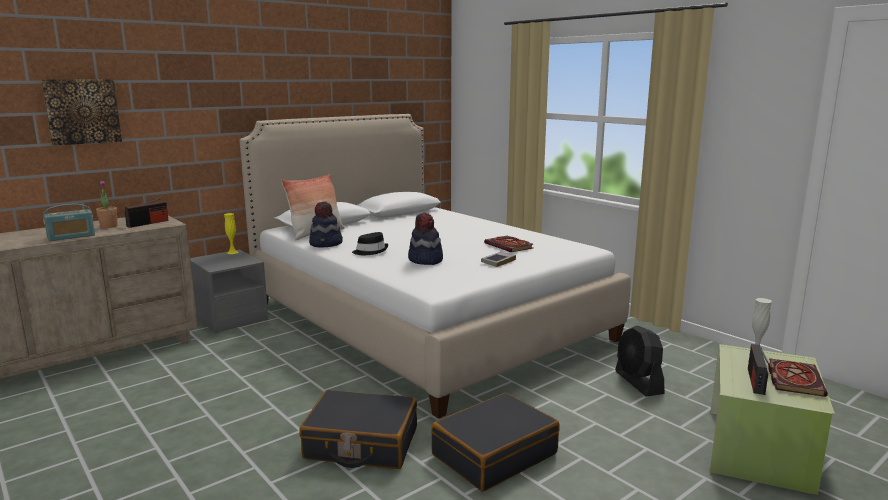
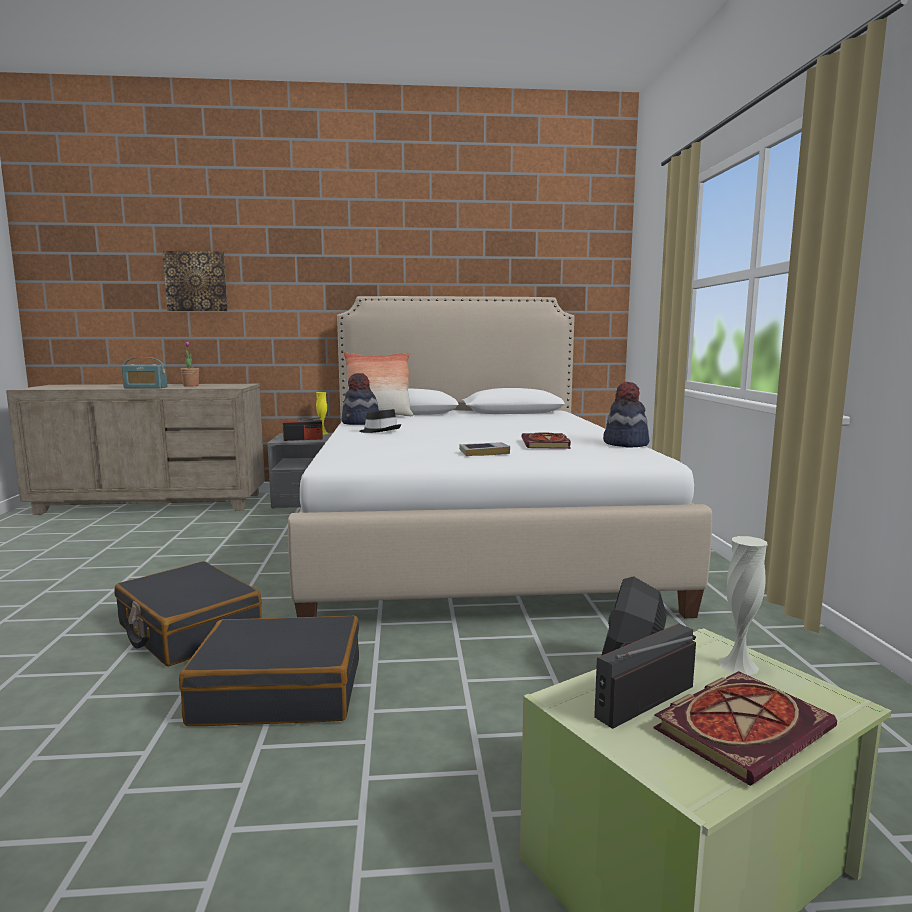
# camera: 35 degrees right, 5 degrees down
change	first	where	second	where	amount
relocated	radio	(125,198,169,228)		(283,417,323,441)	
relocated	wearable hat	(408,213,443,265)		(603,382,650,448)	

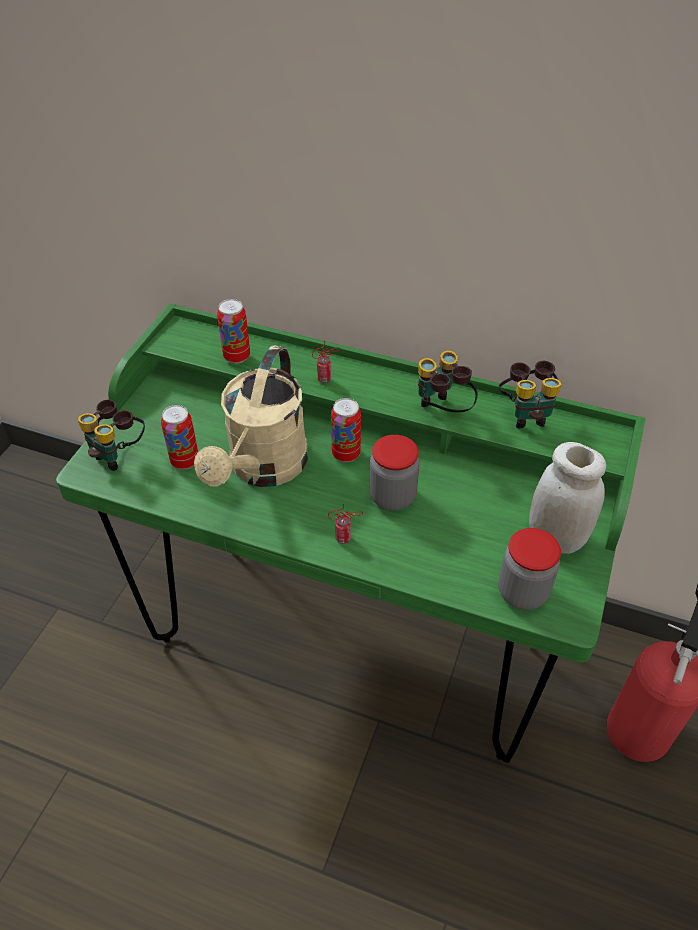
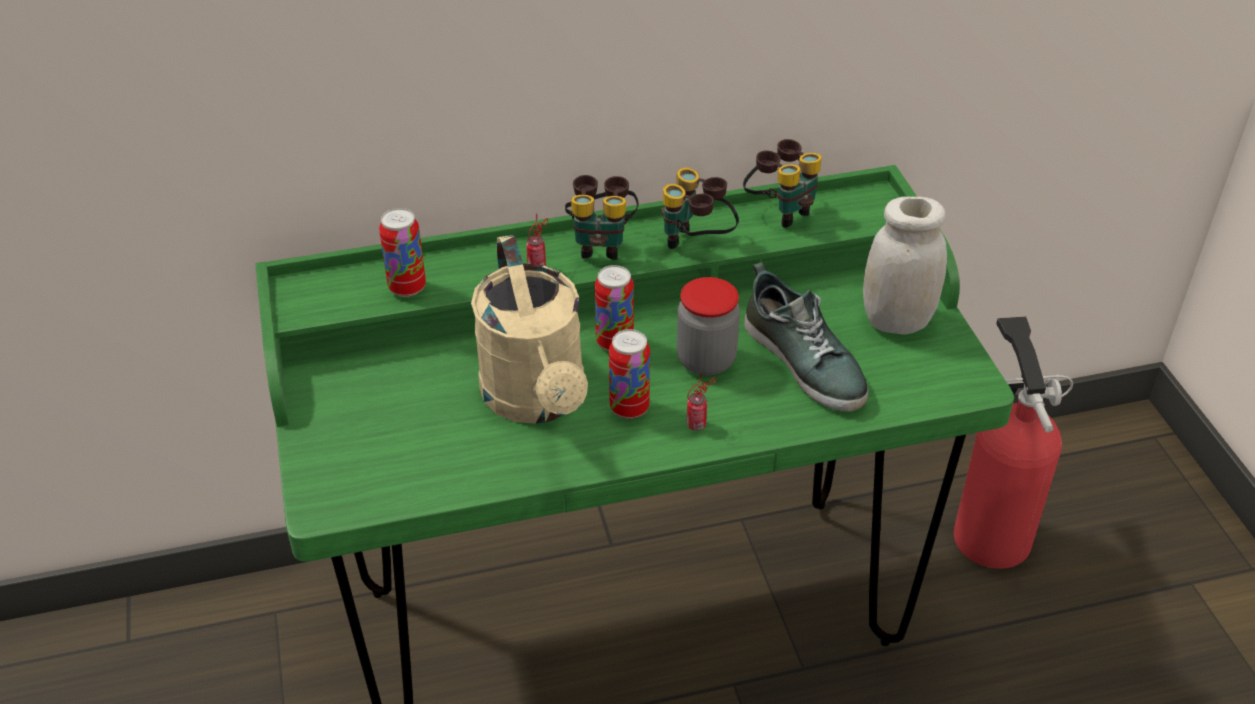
# camera: 35 degrees left, 5 degrees down
change	first	where	second	where	amount
relocated	pair of binoculars	(78,399,145,471)		(565,175,639,260)	
relocated	metal can	(161,405,198,469)		(609,329,650,419)	
missing	jar	(498,528,561,610)			
appeared			item of footwear	(744,263,868,412)	

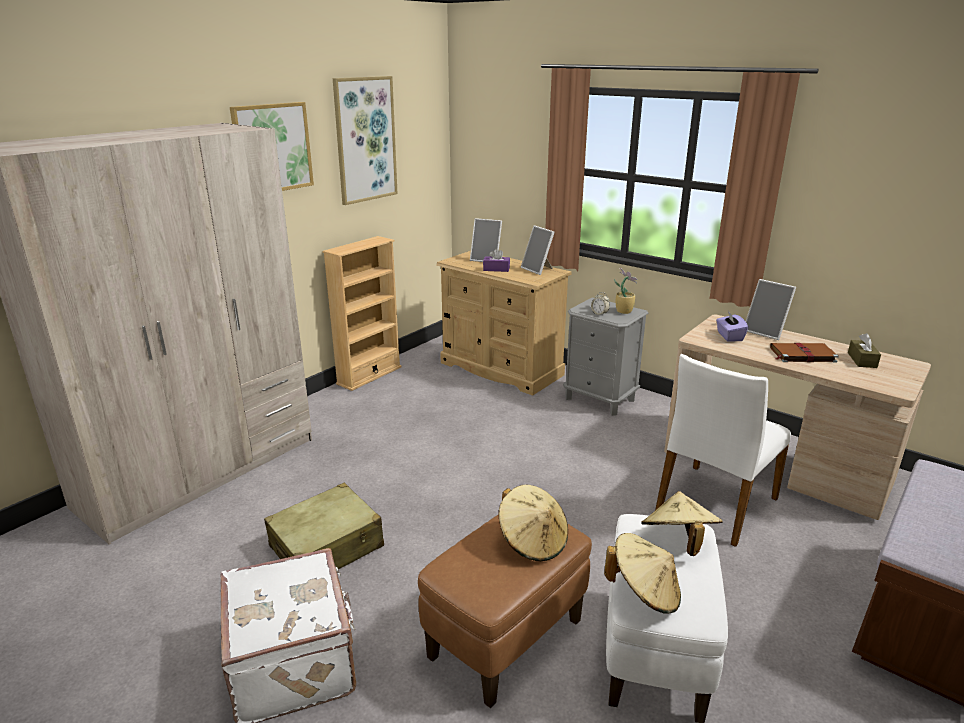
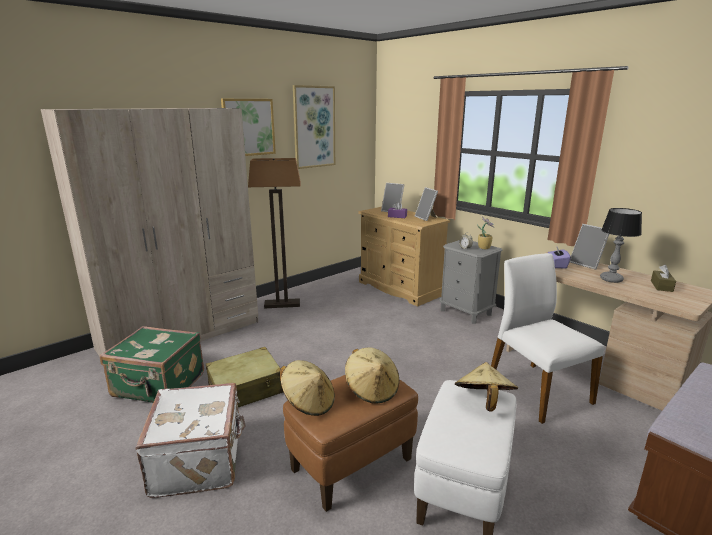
# camera: 10 degrees right, 5 degrees down
change	first	where	second	where	amount
missing	beige-coloured bookcase	(323,236,402,391)			
relocated	beige-coloured wearable hat	(604,533,681,613)		(280,360,335,416)	
spun	whitish chair	(655,354,791,547)		(491,253,605,424)	105 degrees clockwise
exchanged	brown-coloured book	(770,343,839,362)	tabletop lamp	(600,208,642,283)	
appeared			green suitcase	(100,326,204,403)	
appeared			standard lamp	(248,158,301,308)	

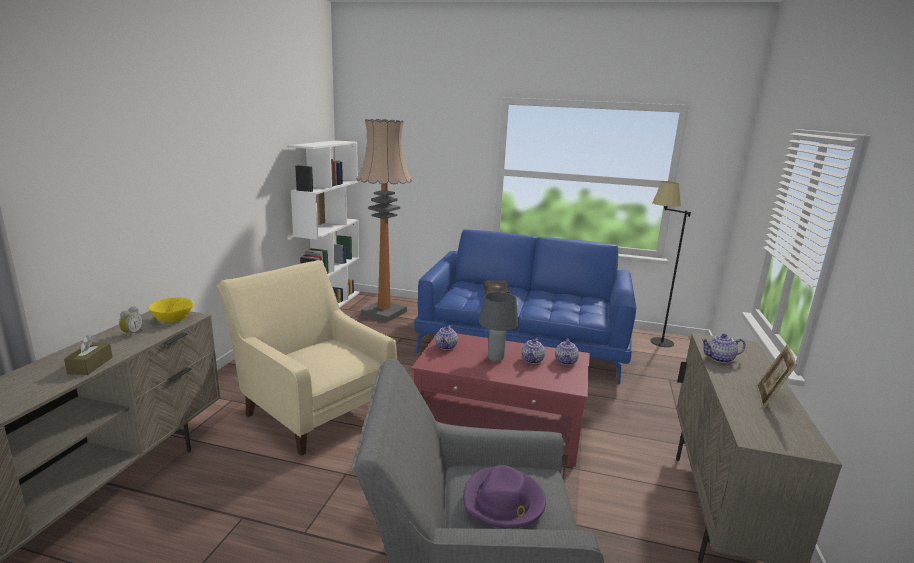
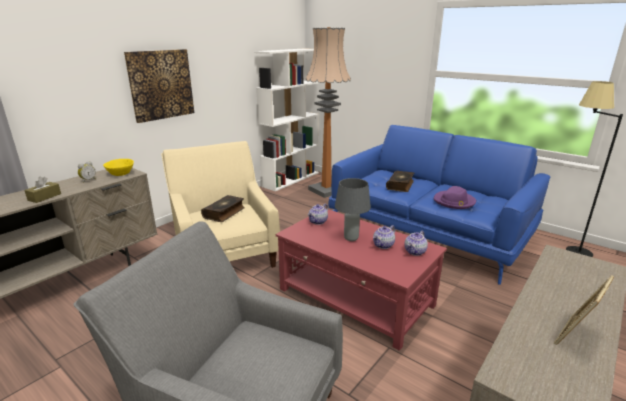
# camera: 25 degrees right, 5 degrees up
change	first	where	second	where	amount
relocated	purple wearable hat	(463,465,546,529)		(434,186,476,209)	
missing	tea pot	(701,334,746,363)			
appeared			picture	(124,49,194,123)	
appeared			book	(201,195,245,222)	

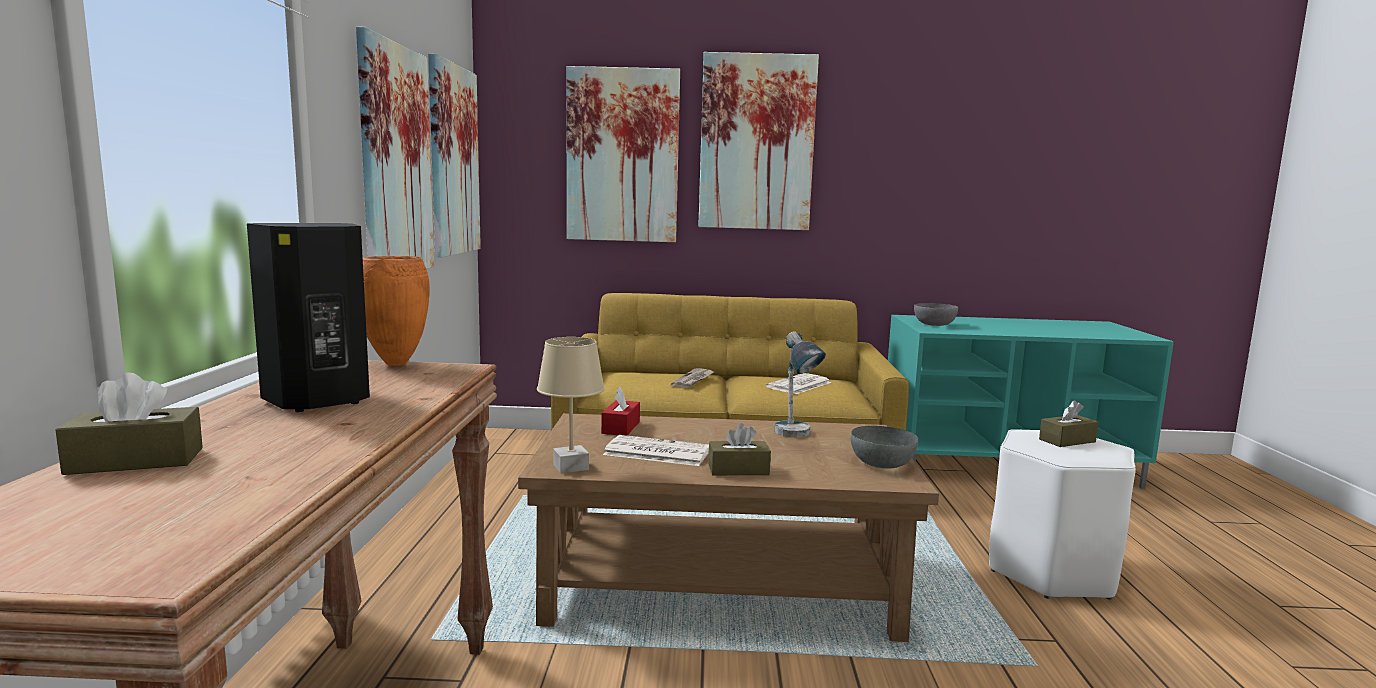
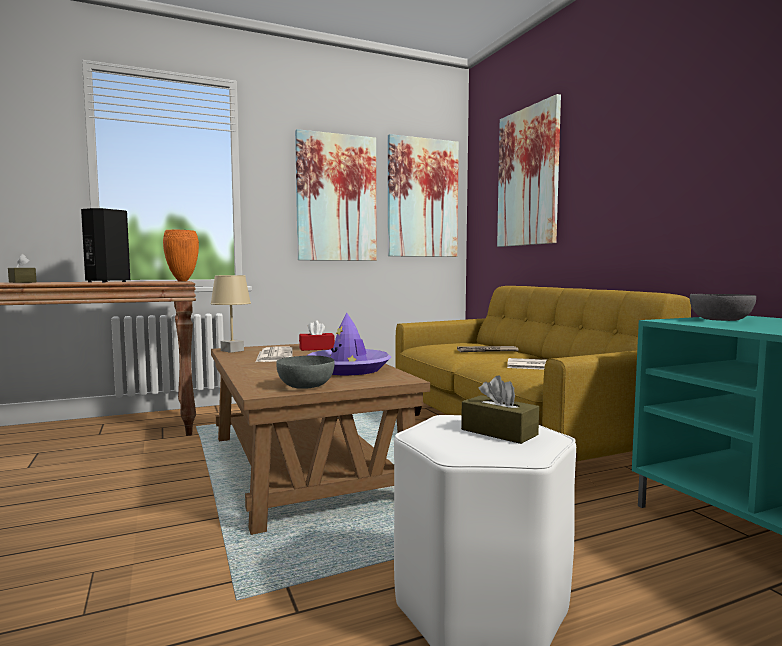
# camera: 65 degrees right, 5 degrees down
change	first	where	second	where	amount
missing	picture	(698,52,819,230)			
missing	brown-coloured tissue holder	(708,423,771,475)			
exchanged	tabletop lamp	(774,332,826,438)	purple wearable hat	(307,312,391,375)	

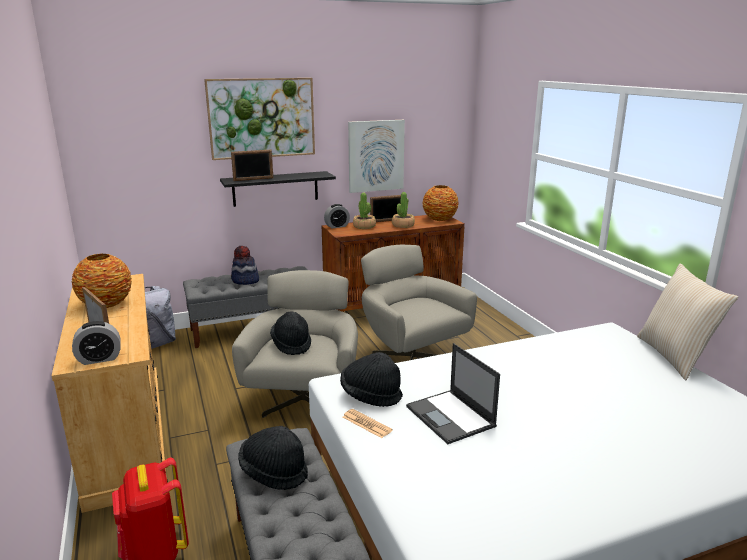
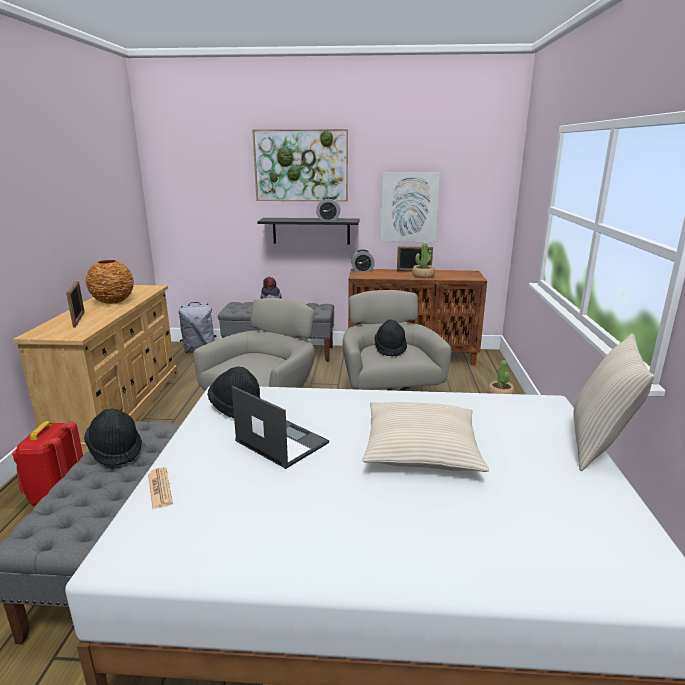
# camera: 25 degrees right, 0 degrees up
change	first	where	second	where	amount
relocated	table clock	(72,321,121,365)		(316,197,340,221)	
missing	picture frame	(231,150,273,181)			
relocated	black wearable hat	(270,311,311,355)		(374,319,407,357)	
relocated	daily paper	(343,409,393,438)		(148,467,173,510)	
relocated	potted plant	(353,193,376,229)		(488,360,514,394)	
spun	notebook computer	(406,343,500,444)		(232,386,329,469)	135 degrees clockwise
missing	decorative vase	(423,185,459,221)			
appeared			beige-coloured throw pillow	(362,402,489,472)	

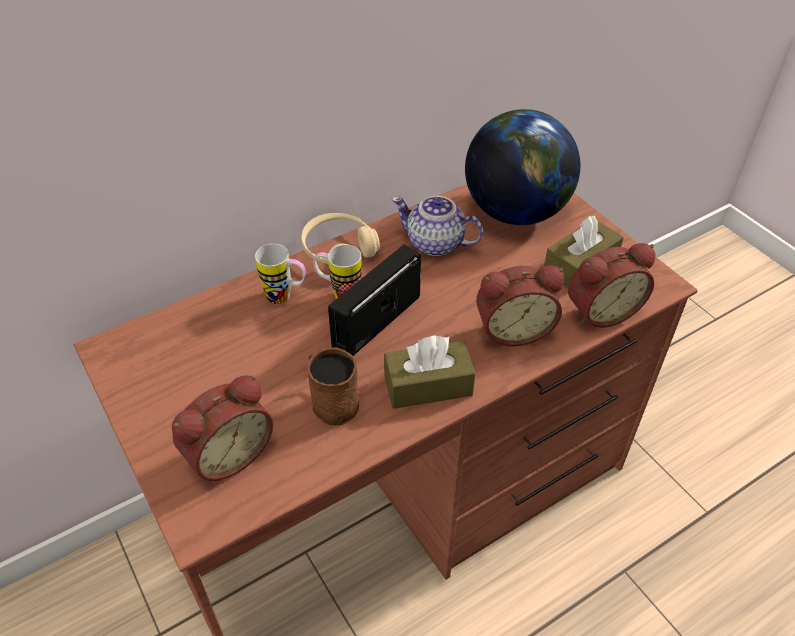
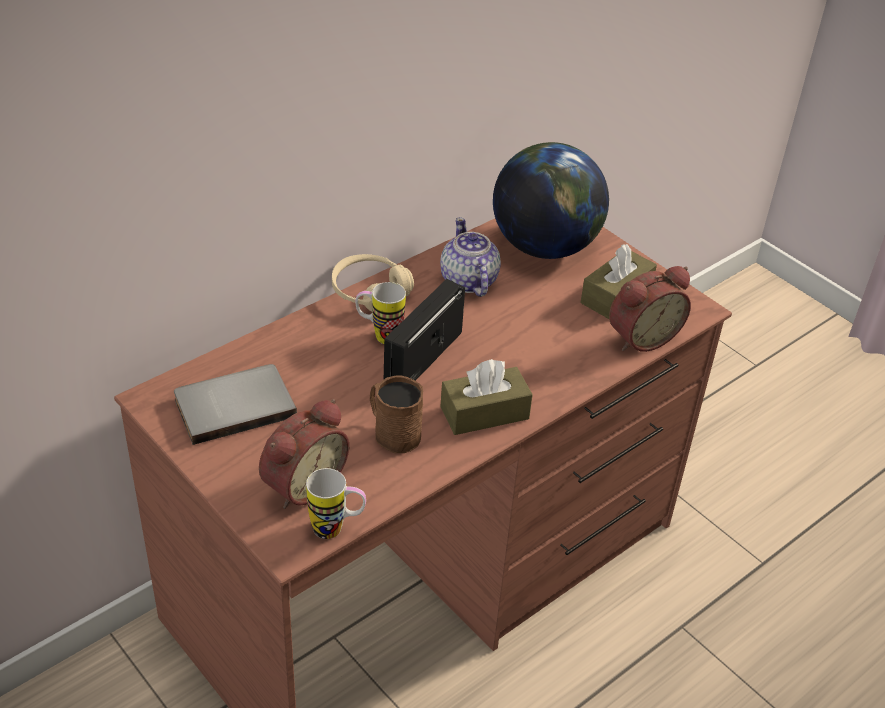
# camera: 10 degrees left, 5 degrees down
change	first	where	second	where	amount
relocated	tea mug	(255,244,306,304)		(306,468,366,539)	
spun	tea pot	(391,196,483,256)		(440,217,501,297)	60 degrees clockwise
missing	table clock	(476,265,564,346)			
appeared			gray book	(174,364,297,445)	

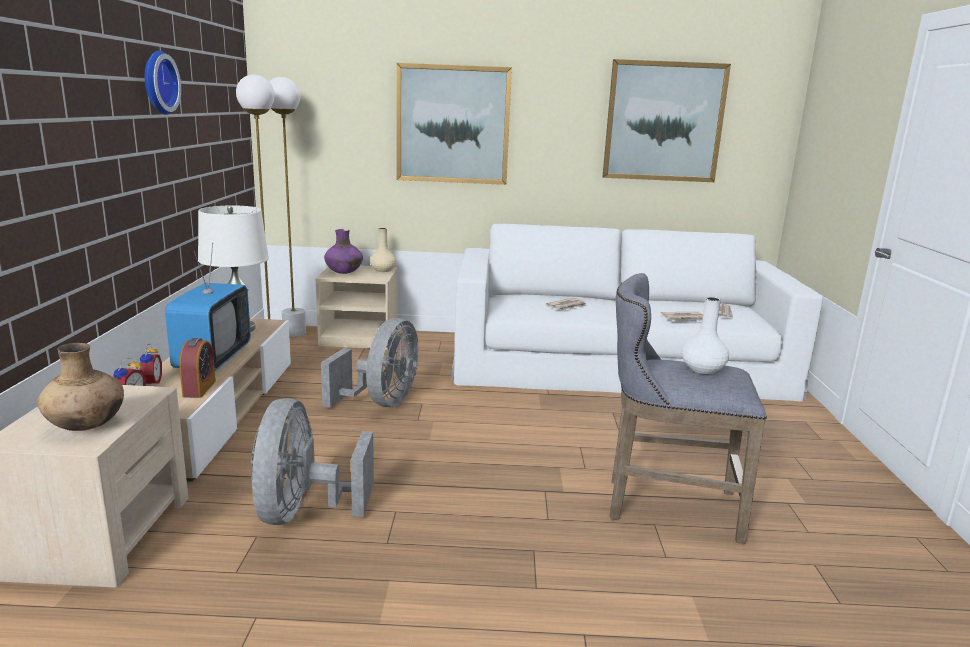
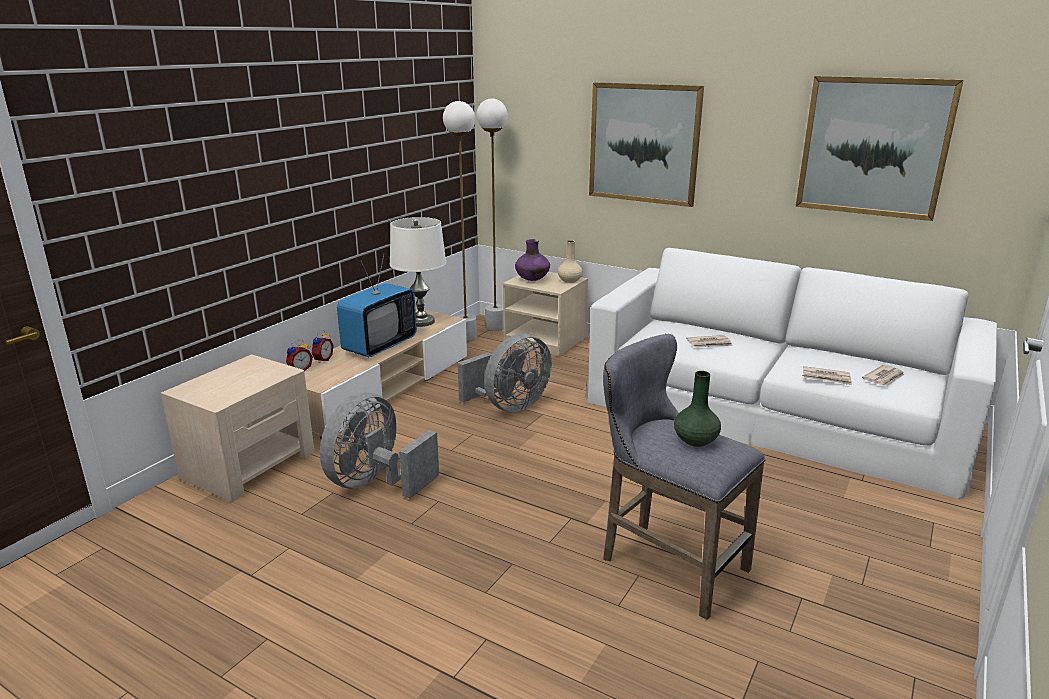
# camera: 30 degrees right, 5 degrees up
change	first	where	second	where	amount
missing	brown-coloured decorative vase	(37,343,124,431)			
missing	wall clock	(145,50,181,115)			
missing	table clock	(179,338,216,398)			
colour	whitish decorative vase	(681,297,729,374)	green decorative vase	(674,371,721,447)	

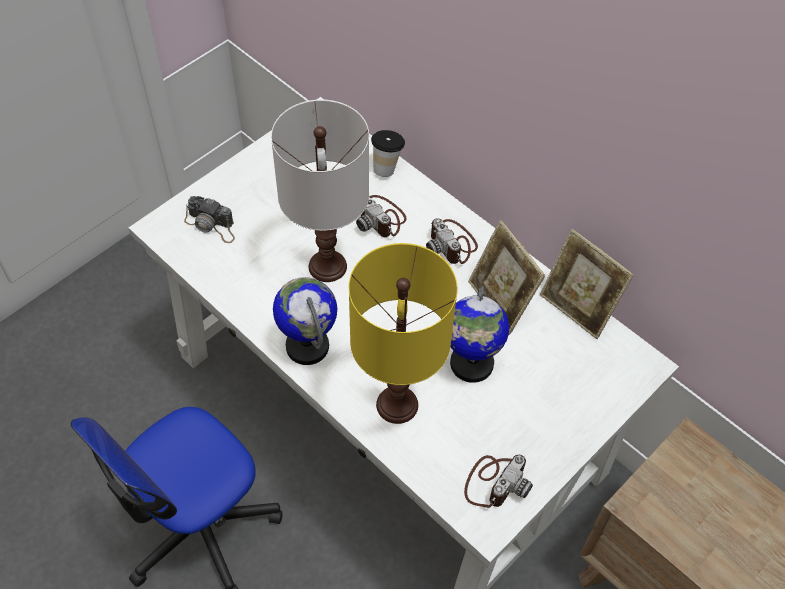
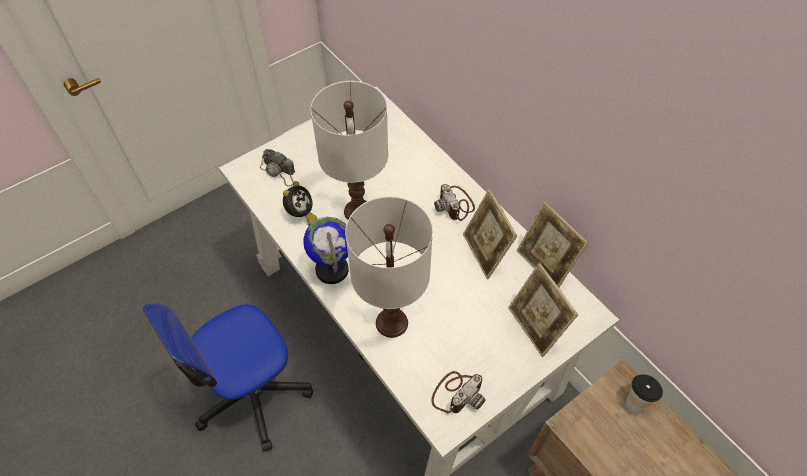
# camera: 10 degrees right, 0 degrees up
change	first	where	second	where	amount
colour	yellow-coloured tabletop lamp	(349,243,458,424)	whitish tabletop lamp	(345,196,433,338)	
missing	still camera	(356,195,407,237)			
relocated	drinking cup	(371,130,405,177)		(625,374,663,414)	
missing	globe	(450,286,509,383)			
appeared			table clock	(283,181,317,225)	
appeared			picture frame	(508,263,578,357)	

